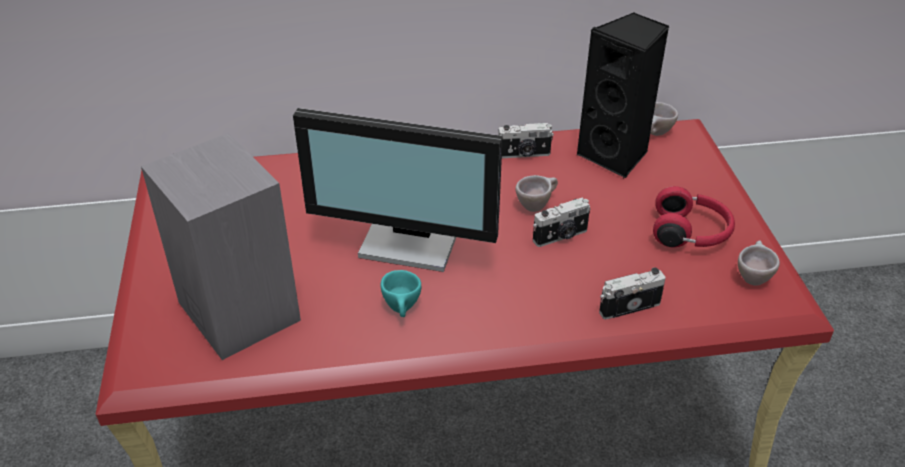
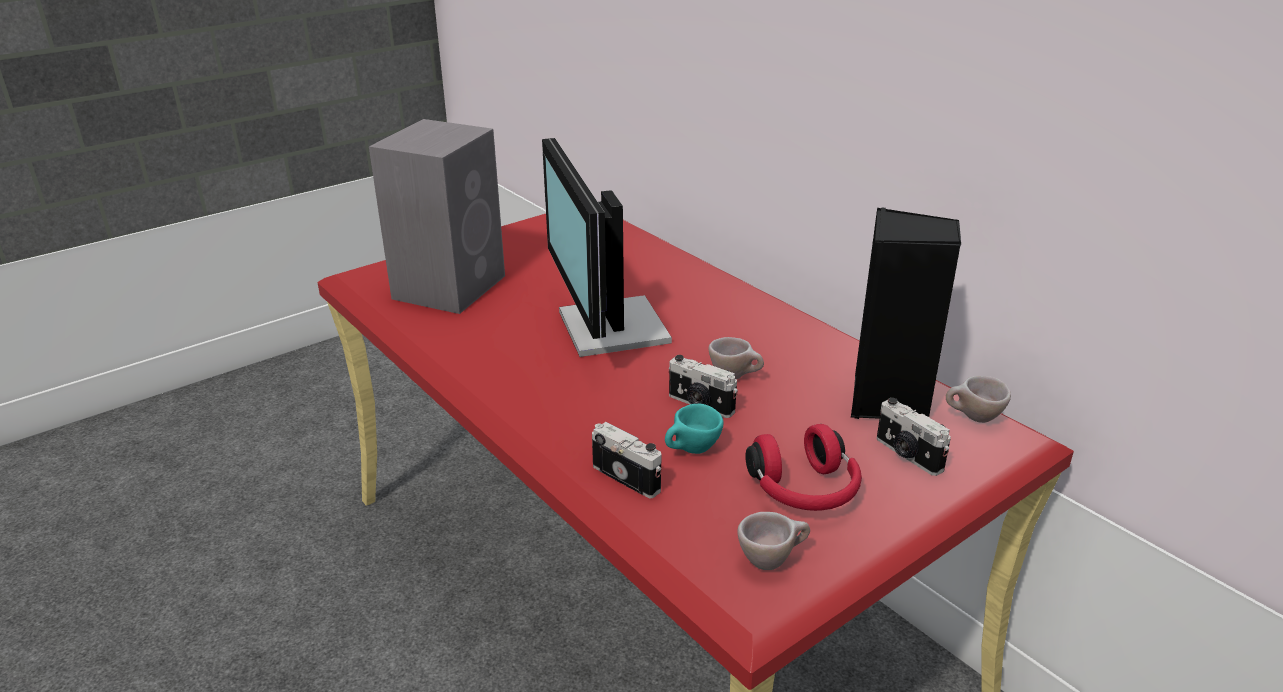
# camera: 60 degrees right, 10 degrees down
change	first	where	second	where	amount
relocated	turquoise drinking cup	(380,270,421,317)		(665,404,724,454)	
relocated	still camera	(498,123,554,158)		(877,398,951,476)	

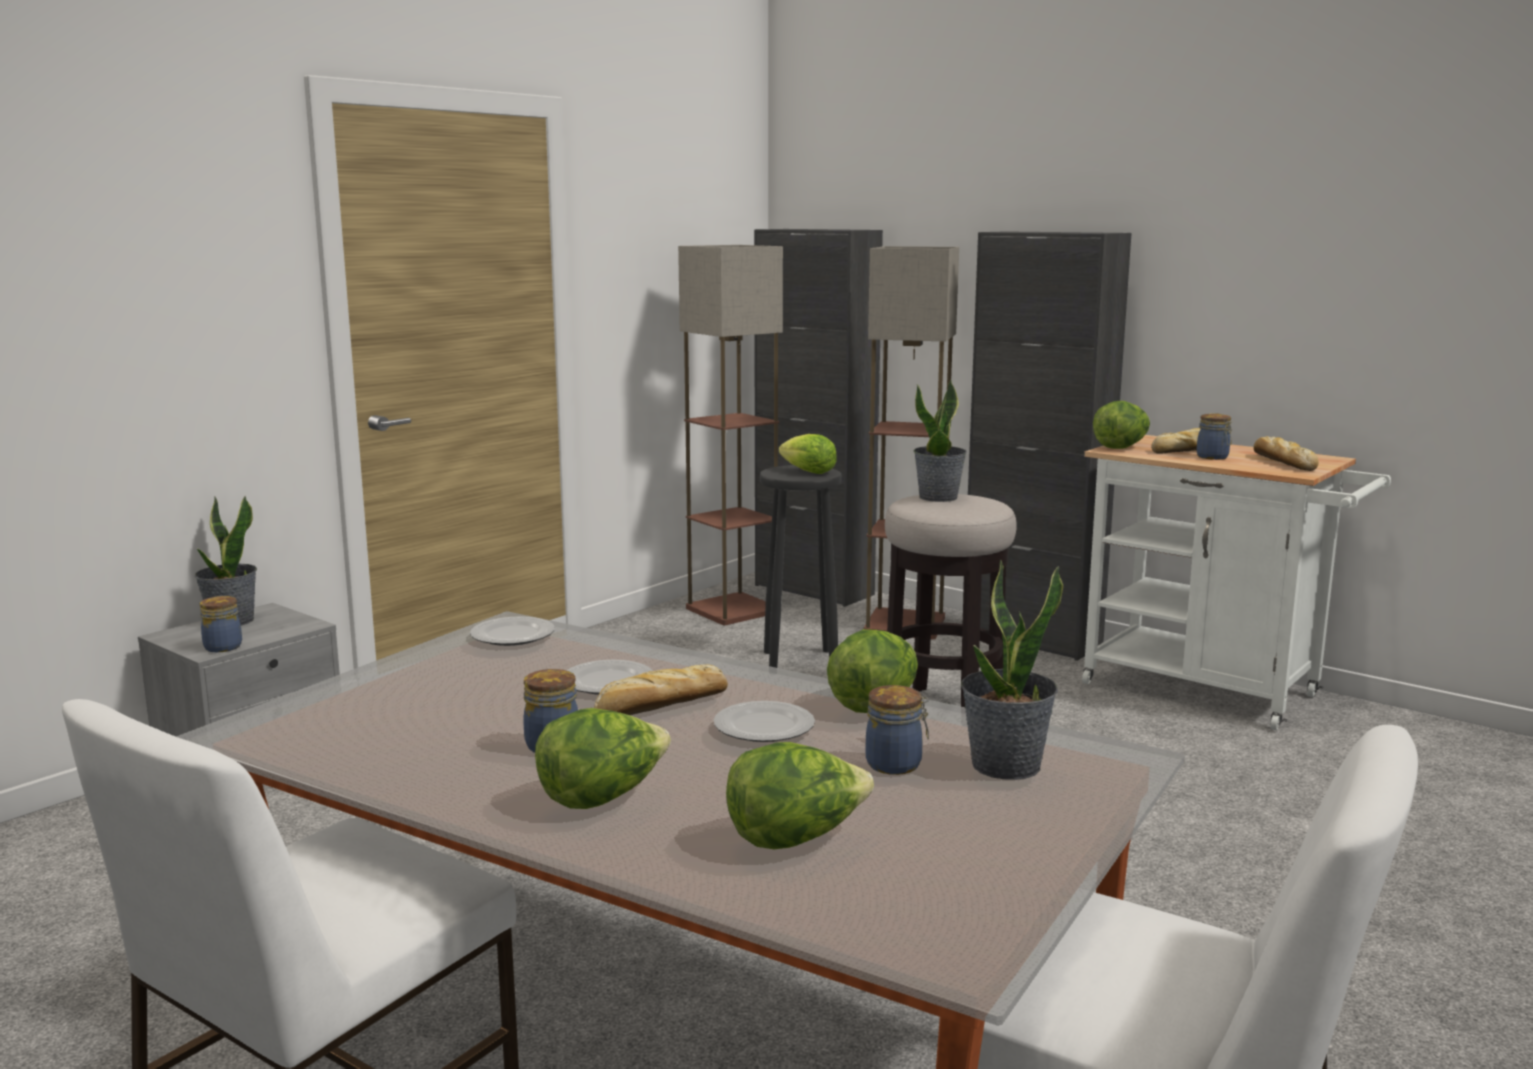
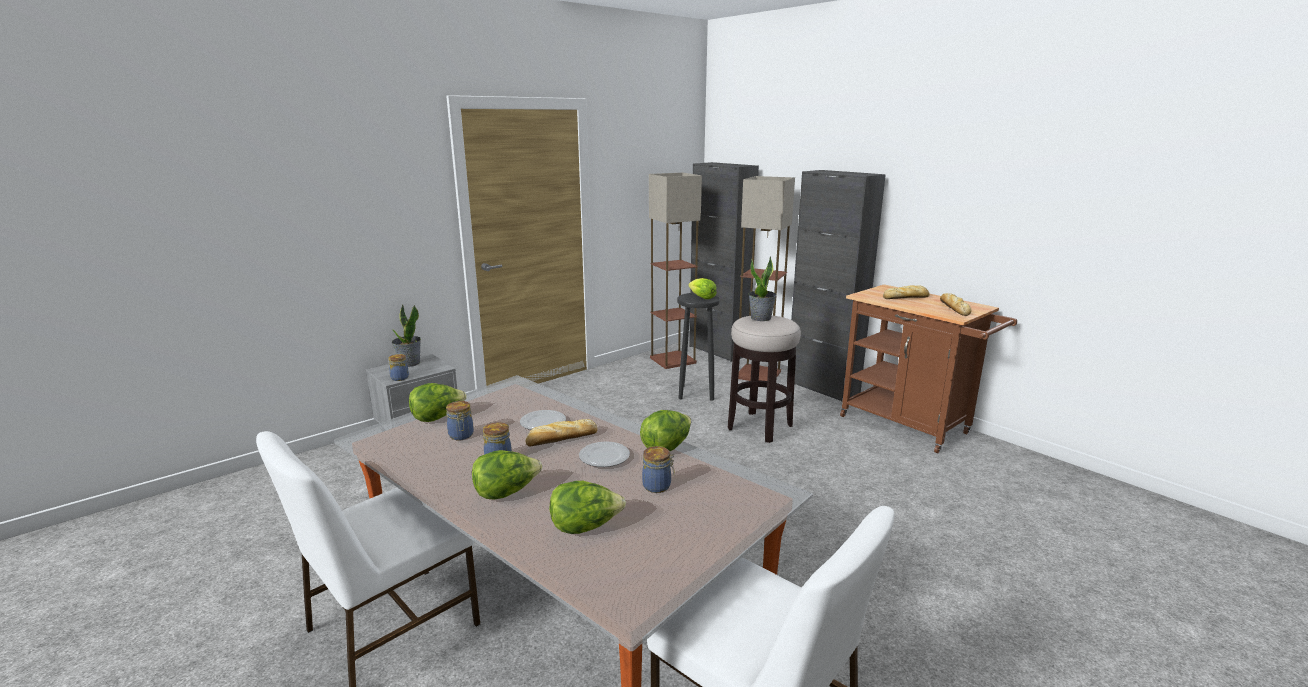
# camera: 10 degrees right, 5 degrees up
change	first	where	second	where	amount
missing	flat dish	(470,616,555,646)			
missing	potted plant	(961,559,1064,780)			
colour	whitish trolley	(1082,435,1391,730)	brown-coloured trolley	(840,284,1017,453)	
relocated	lettuce head	(1093,401,1150,449)		(409,383,467,422)	
relocated	jar	(1197,413,1232,460)		(446,401,474,440)	

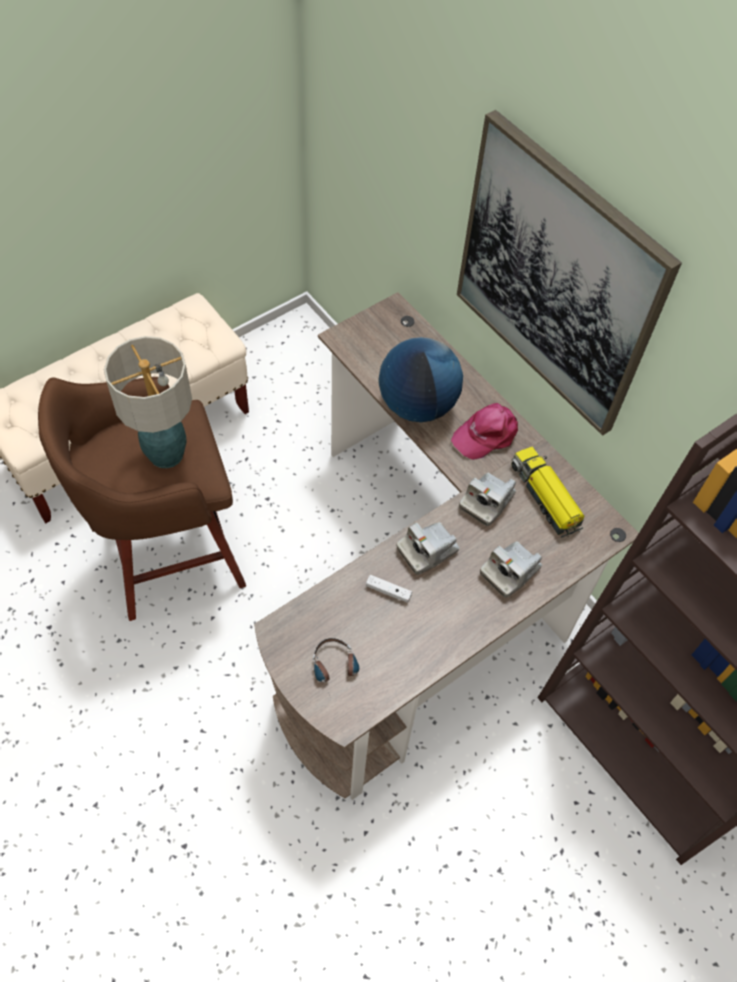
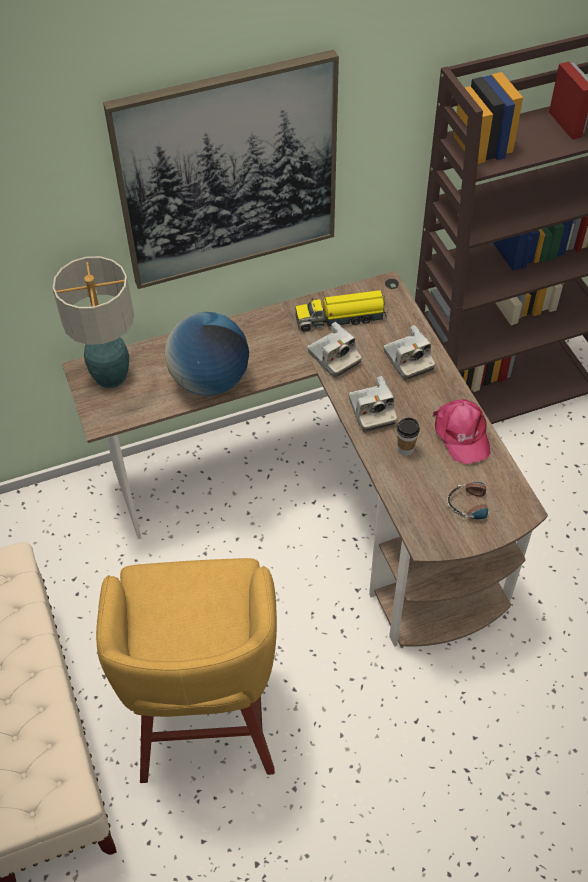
# camera: 70 degrees left, 5 degrees down
change	first	where	second	where	amount
colour	brown-coloured sitting stool	(38,377,246,621)	yellow-coloured sitting stool	(96,558,277,783)	
relocated	tabletop lamp	(104,336,192,469)		(52,256,134,388)	
exchanged	whitish gamepad	(366,575,412,603)	drinking cup	(397,418,420,456)	
relocated	pinkish baseball cap	(451,403,518,460)		(433,399,490,464)	

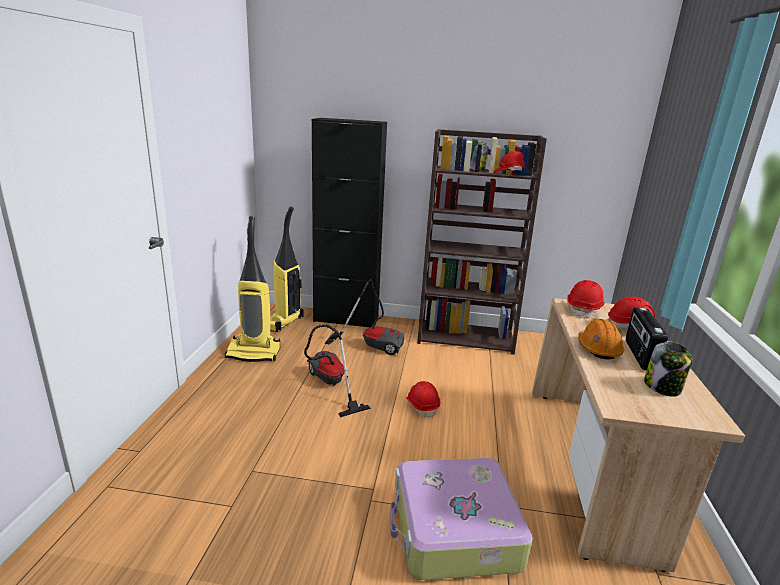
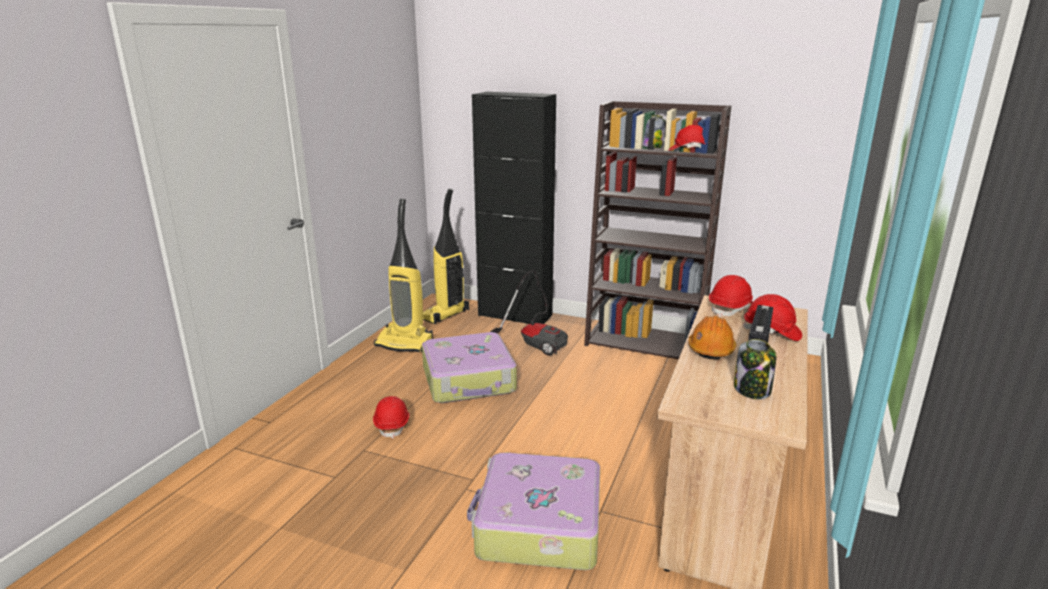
# camera: 15 degrees right, 0 degrees up
change	first	where	second	where	amount
exchanged	vacuum	(304,324,371,417)	suitcase	(422,332,517,403)	
relocated	reddish hard hat	(406,381,440,418)		(373,396,410,439)	

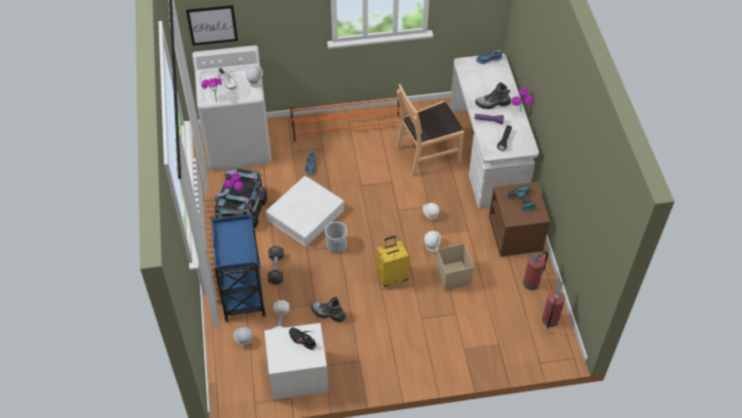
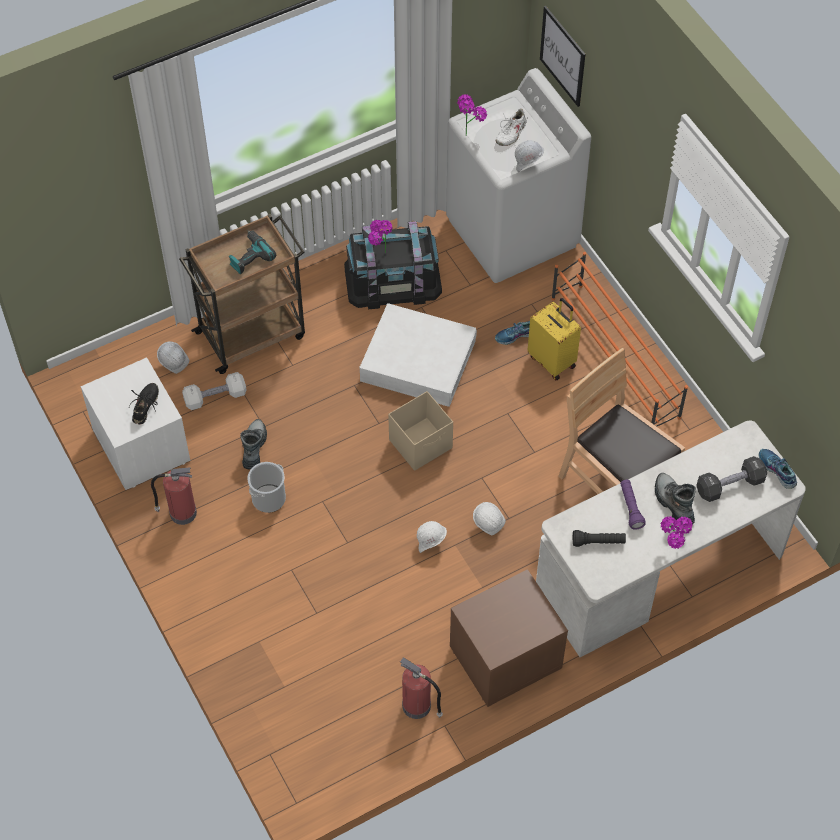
# camera: 70 degrees right, 5 degrees up
change	first	where	second	where	amount
colour	blue-coloured trolley	(211,210,266,322)	brown-coloured trolley	(179,214,305,374)	
relocated	black dumbbell	(268,246,284,285)		(697,456,767,502)	
relocated	pail	(325,221,347,253)		(247,462,286,513)	
relocated	yellow-coloured suitcase	(376,236,410,287)		(528,298,581,381)	
relocated	beige-coloured storage container	(436,243,474,290)		(388,391,453,471)	
relocated	power drill	(504,186,535,212)		(229,230,276,274)	
relocated	extinguisher	(542,282,565,332)		(151,468,197,525)	

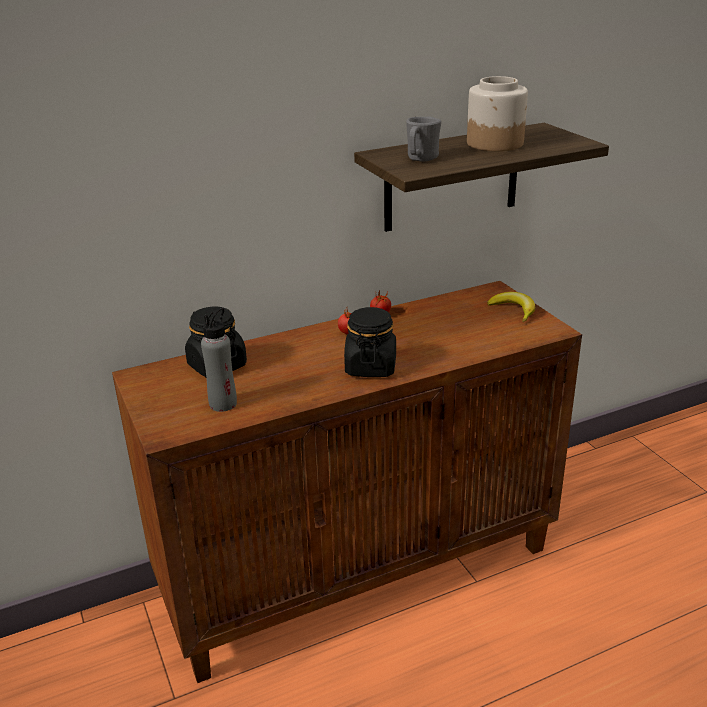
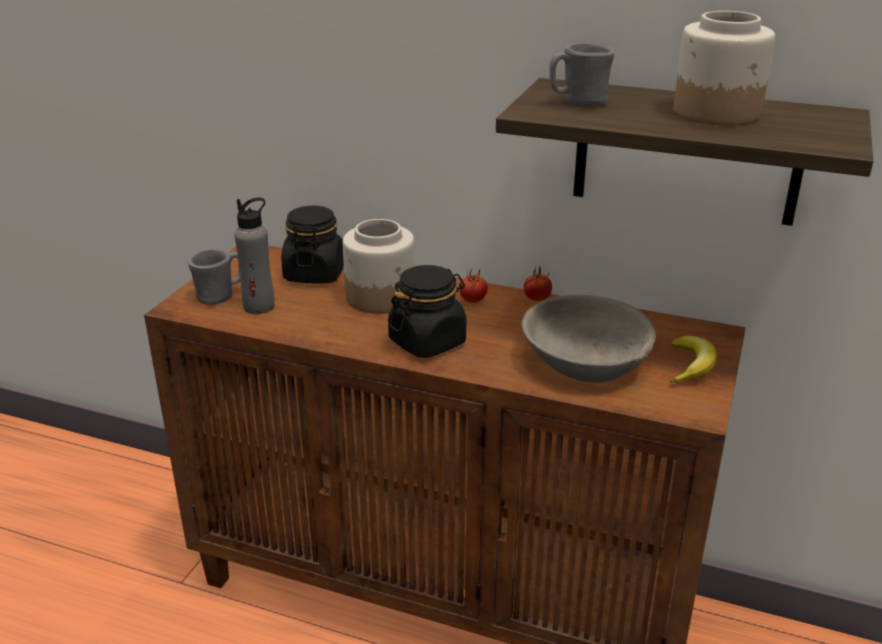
# camera: 45 degrees right, 0 degrees up
change	first	where	second	where	amount
appeared			gray tea mug	(188,249,241,305)	
appeared			jar	(343,219,415,314)	
appeared			gray deep dish	(522,295,656,383)	

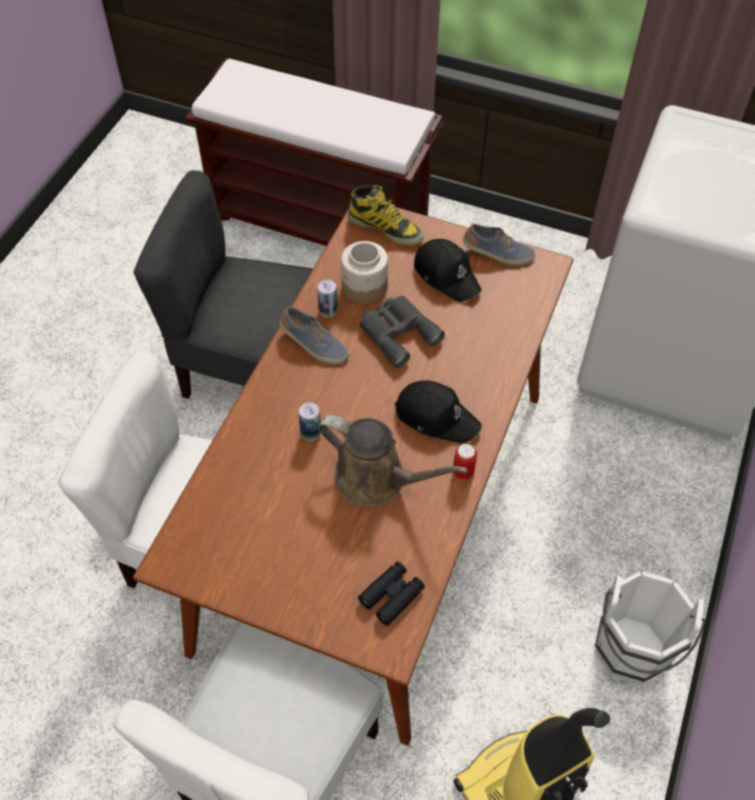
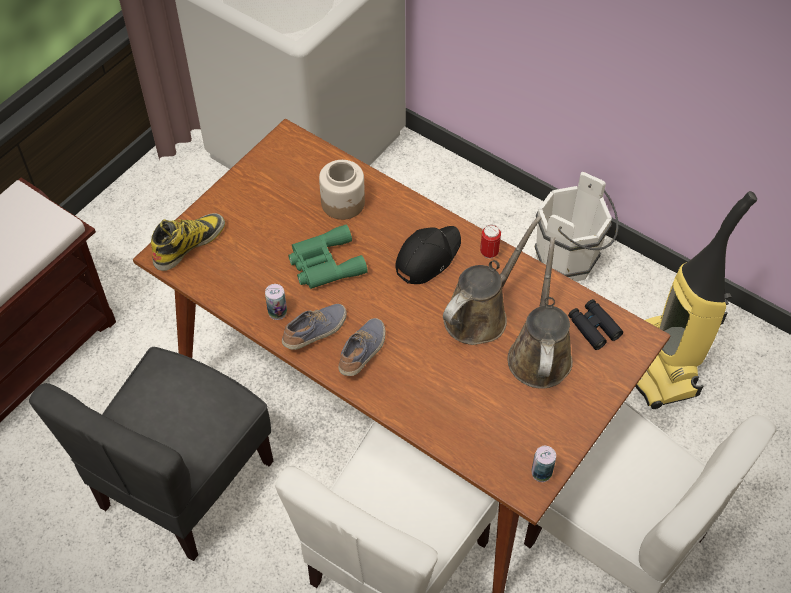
# camera: 75 degrees left, 0 degrees up
change	first	where	second	where	amount
relocated	metal can	(298,402,321,441)		(531,446,556,482)	
relocated	jar	(341,241,388,304)		(319,160,365,220)	
colour	gray pair of binoculars	(359,296,445,368)	green pair of binoculars	(288,225,368,289)	
missing	black baseball cap	(414,239,482,302)			
relocated	item of footwear	(463,224,535,265)		(338,318,386,376)	
appeared			brown-coloured watering can	(508,237,573,389)	

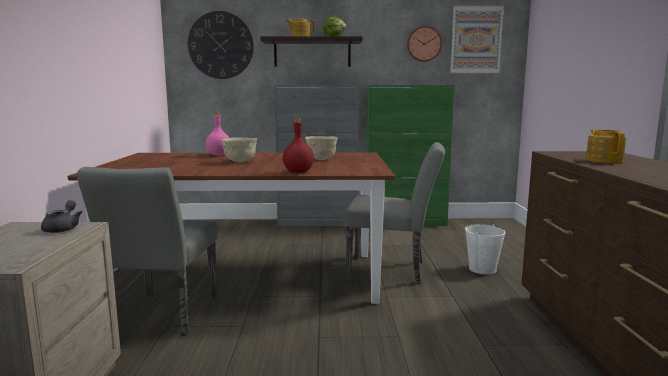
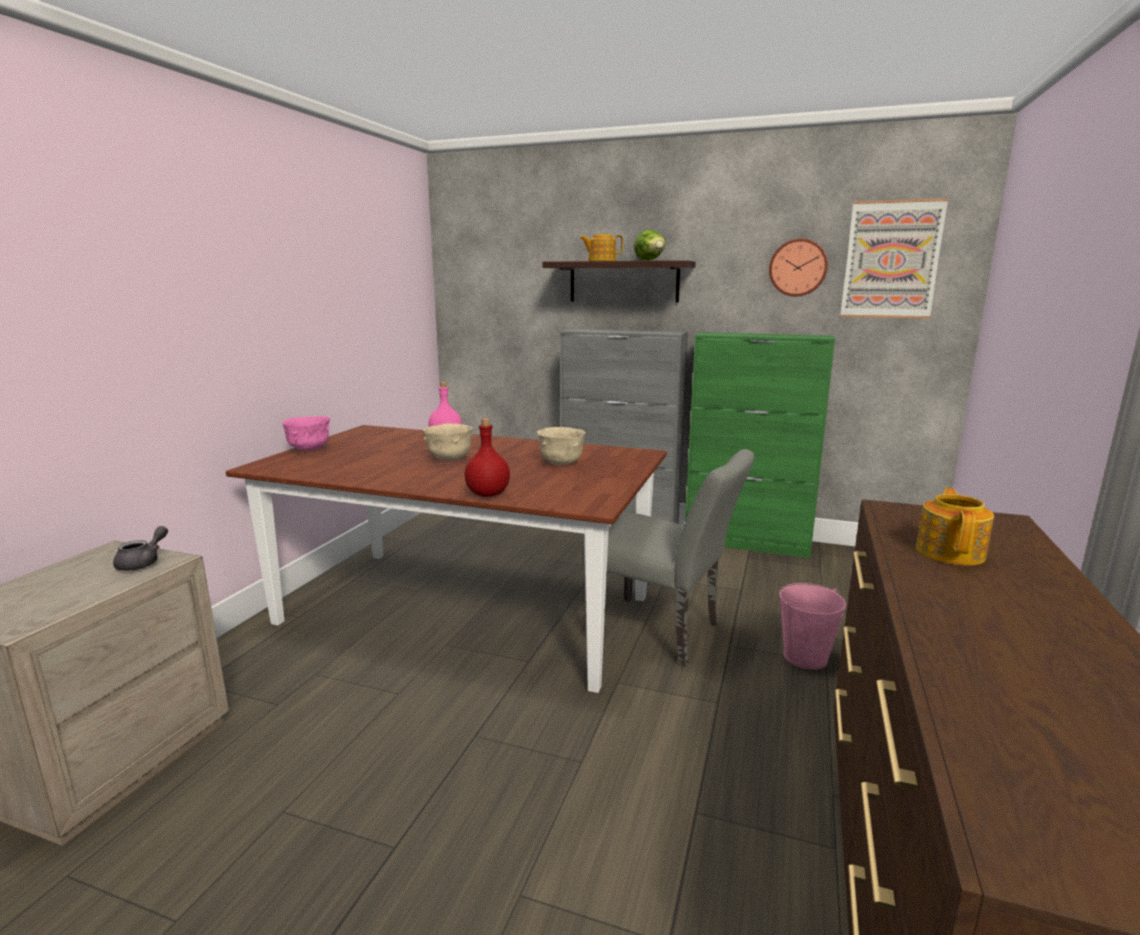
# camera: 20 degrees right, 5 degrees up
change	first	where	second	where	amount
missing	gray chair	(77,167,218,336)			
missing	wall clock	(188,11,254,79)			
colour	whitish pail	(465,224,506,275)	pinkish pail	(779,583,846,670)	
appeared			pinkish deep dish	(282,416,330,450)	

